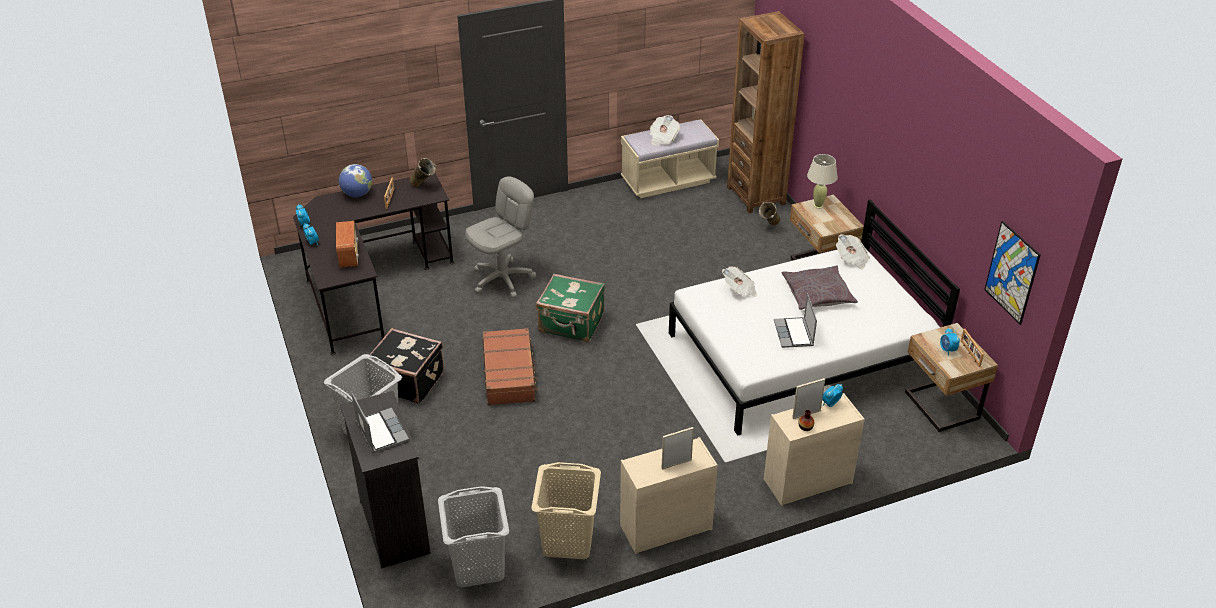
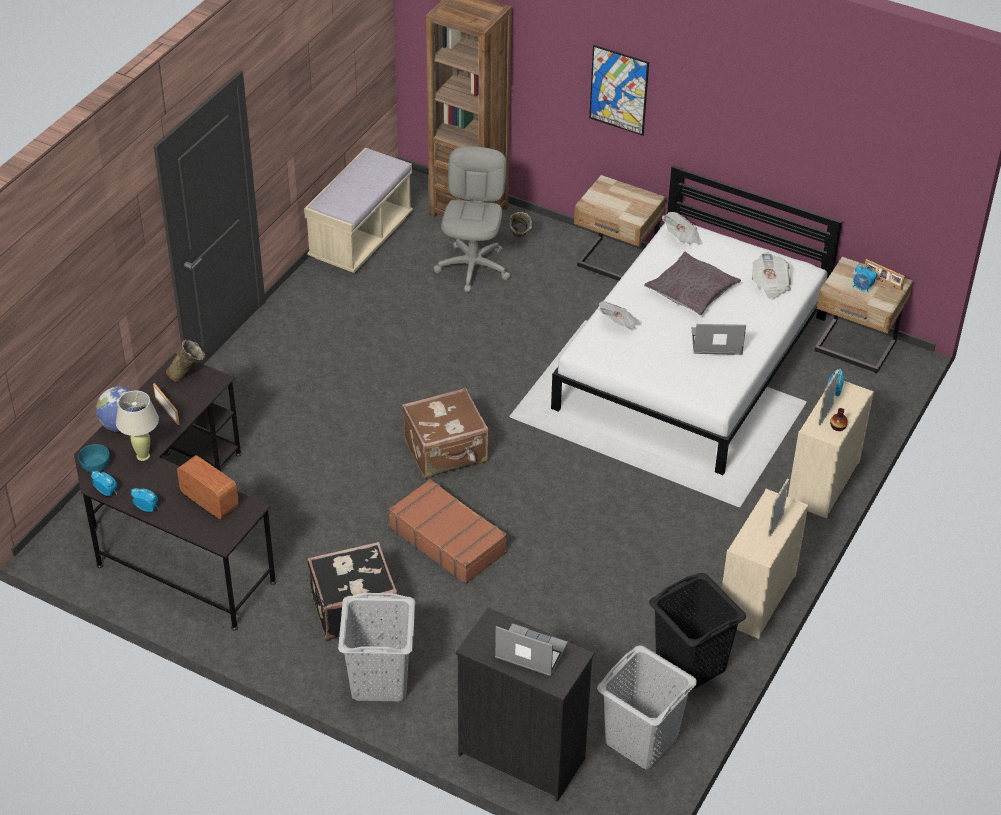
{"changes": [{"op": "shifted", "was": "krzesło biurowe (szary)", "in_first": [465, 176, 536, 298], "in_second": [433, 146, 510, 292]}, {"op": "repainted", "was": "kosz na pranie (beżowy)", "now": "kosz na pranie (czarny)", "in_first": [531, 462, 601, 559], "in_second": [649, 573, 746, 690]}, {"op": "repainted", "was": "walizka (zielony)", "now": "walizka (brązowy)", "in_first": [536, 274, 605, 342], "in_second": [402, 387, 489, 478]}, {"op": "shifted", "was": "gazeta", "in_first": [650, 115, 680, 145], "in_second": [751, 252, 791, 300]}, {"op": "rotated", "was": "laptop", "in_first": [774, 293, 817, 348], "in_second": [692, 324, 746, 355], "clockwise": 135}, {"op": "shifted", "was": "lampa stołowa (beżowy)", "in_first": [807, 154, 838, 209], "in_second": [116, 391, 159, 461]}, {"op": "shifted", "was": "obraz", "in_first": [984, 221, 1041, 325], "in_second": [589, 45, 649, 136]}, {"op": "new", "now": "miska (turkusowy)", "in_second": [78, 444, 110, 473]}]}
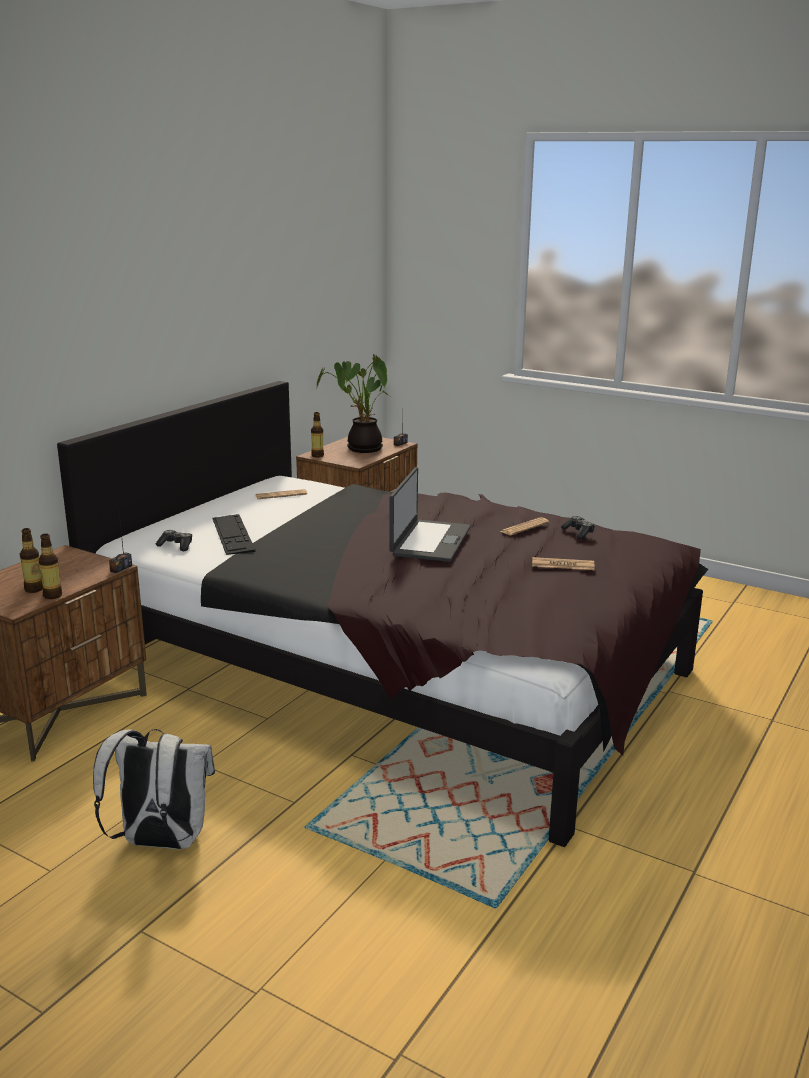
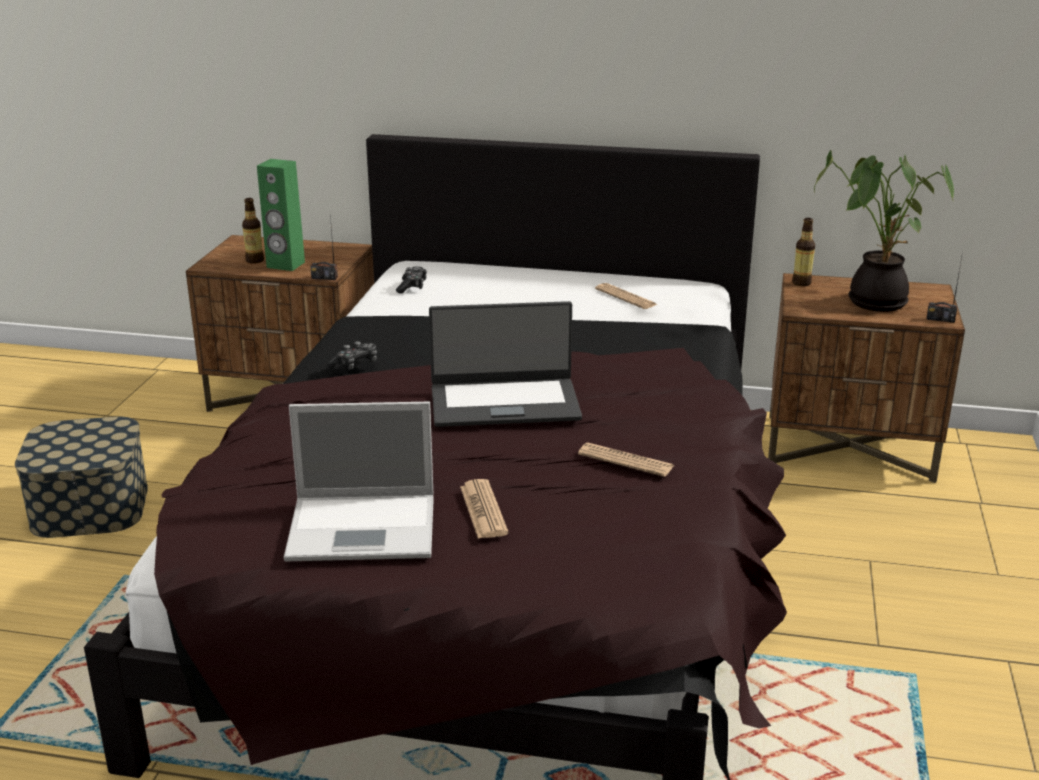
{"changes": [{"op": "gone", "was": "butelka", "in_first": [39, 534, 62, 599]}, {"op": "swapped", "was": "plecak (biały)", "now": "pojemnik do przechowywania", "in_first": [93, 729, 215, 849], "in_second": [15, 417, 148, 538]}, {"op": "gone", "was": "klawiatura", "in_first": [212, 514, 255, 555]}, {"op": "shifted", "was": "pad do gier", "in_first": [561, 516, 595, 539], "in_second": [327, 341, 377, 370]}, {"op": "new", "now": "głośnik (zielony)", "in_second": [257, 159, 305, 271]}, {"op": "new", "now": "laptop", "in_second": [284, 402, 433, 562]}]}
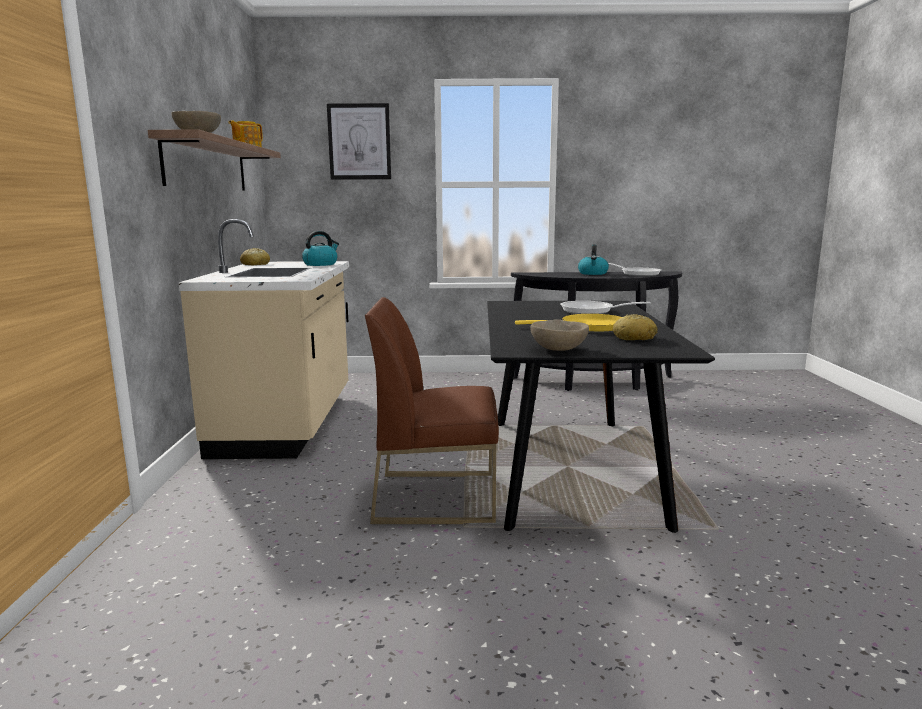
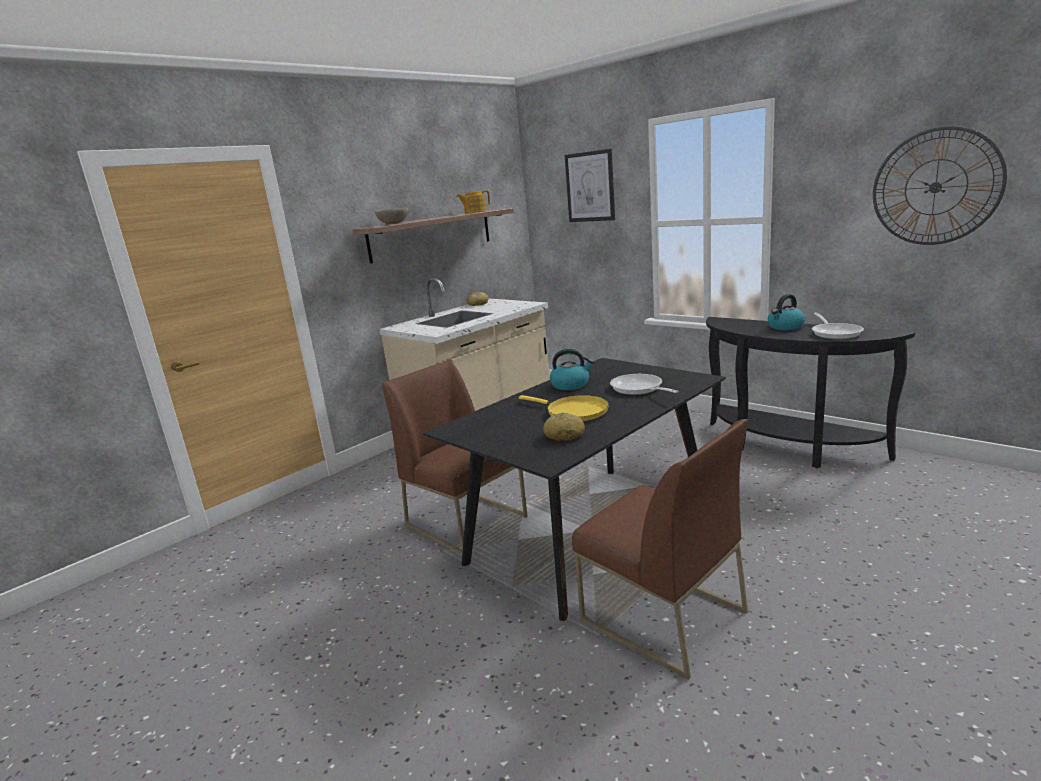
{"changes": [{"op": "shifted", "was": "czajnik", "in_first": [302, 231, 339, 266], "in_second": [550, 349, 594, 390]}, {"op": "gone", "was": "miska (beżowy)", "in_first": [530, 319, 589, 351]}, {"op": "new", "now": "krzesło (brązowy)", "in_second": [572, 419, 748, 680]}, {"op": "new", "now": "zegar ścienny", "in_second": [873, 126, 1007, 245]}]}
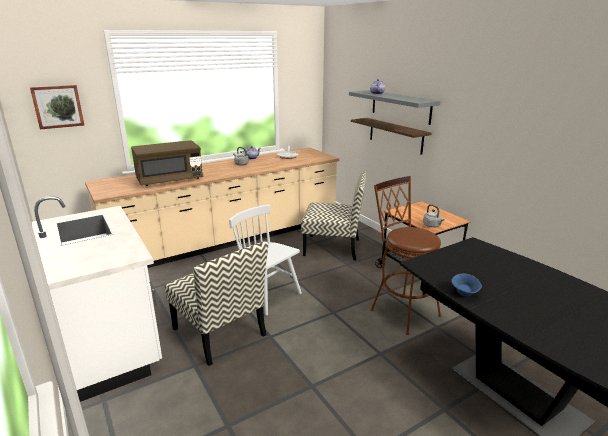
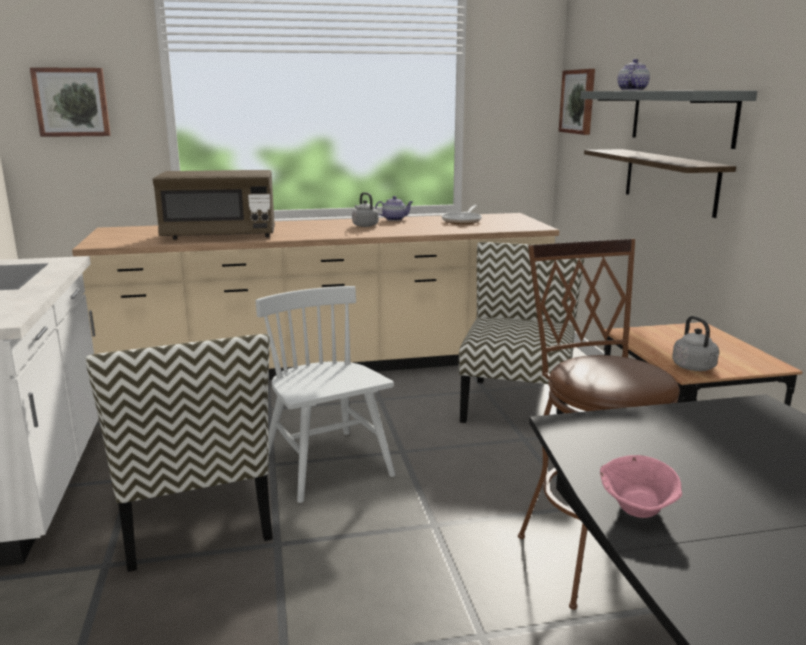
{"changes": [{"op": "rotated", "was": "krzesło", "in_first": [301, 171, 367, 260], "in_second": [459, 242, 584, 423], "clockwise": -105}, {"op": "repainted", "was": "miska (niebieski)", "now": "miska (różowy)", "in_first": [451, 273, 482, 296], "in_second": [600, 455, 682, 518]}, {"op": "new", "now": "obraz", "in_second": [559, 69, 595, 135]}]}
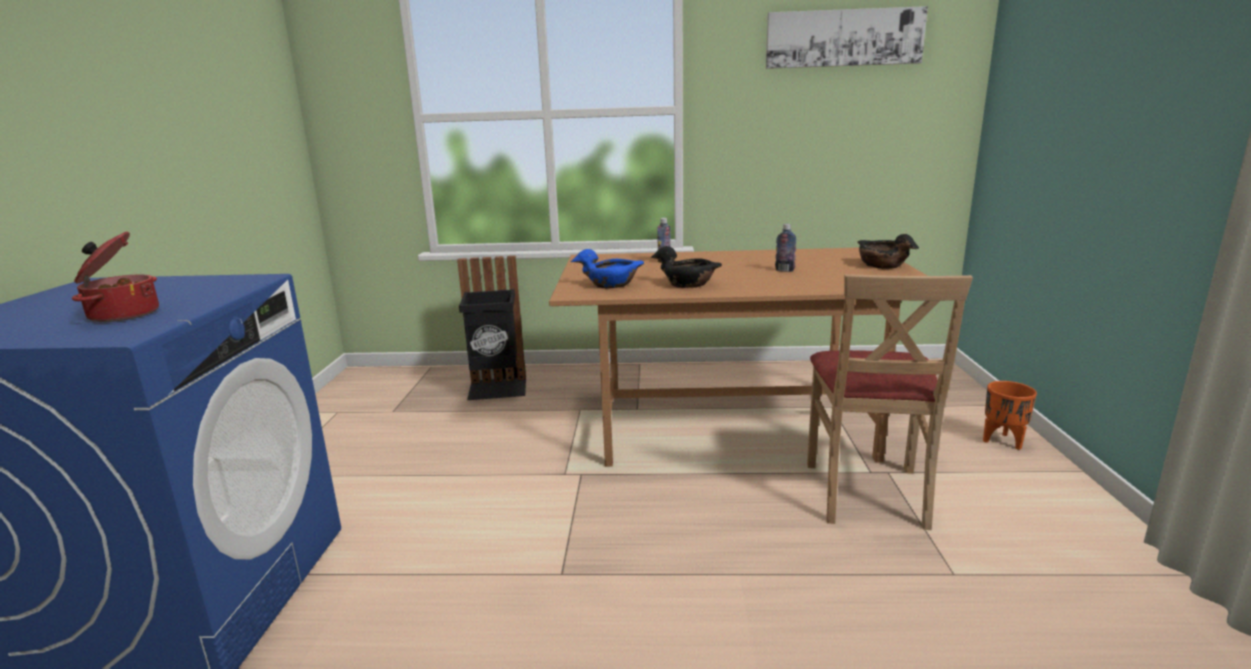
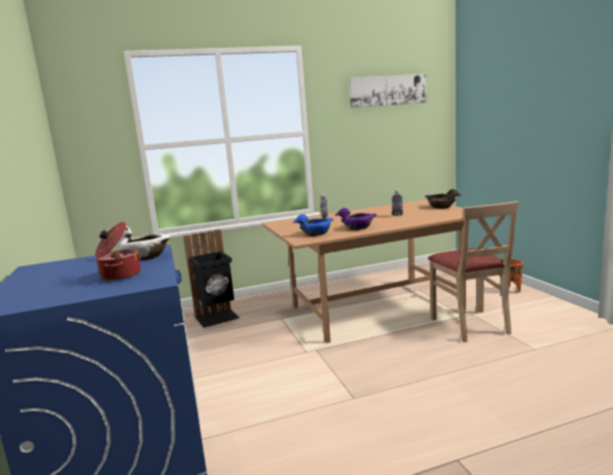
{"changes": [{"op": "repainted", "was": "miska (czarny)", "now": "miska (fioletowy)", "in_first": [651, 246, 722, 288], "in_second": [335, 208, 377, 230]}, {"op": "new", "now": "miska (biały)", "in_second": [119, 226, 172, 261]}]}
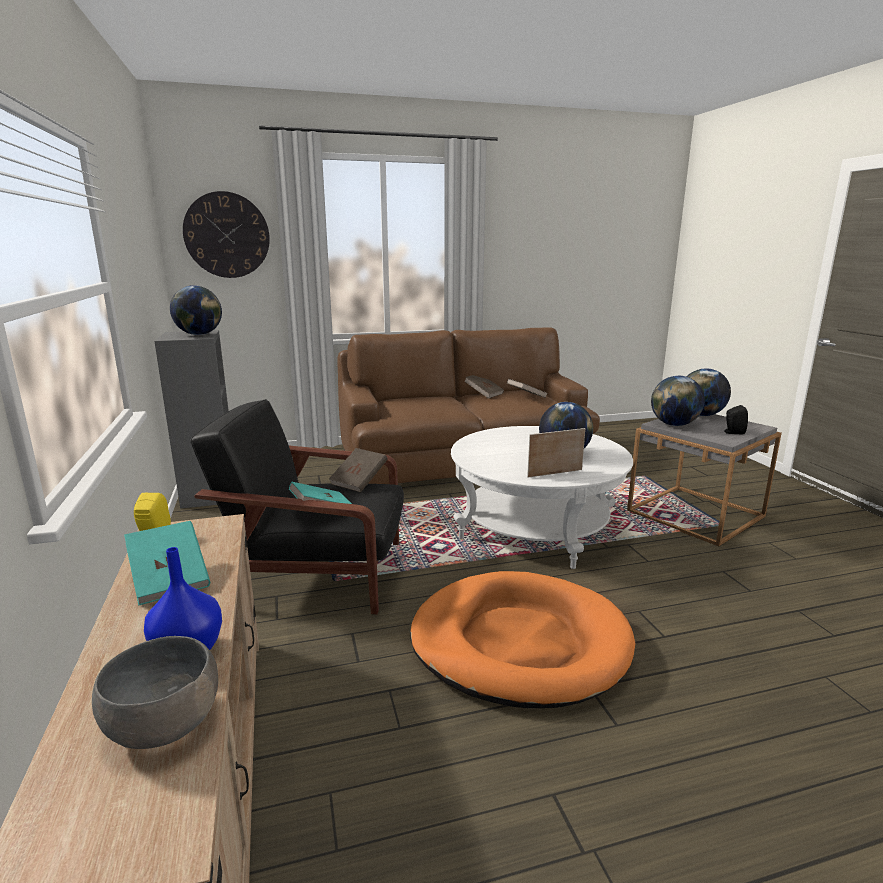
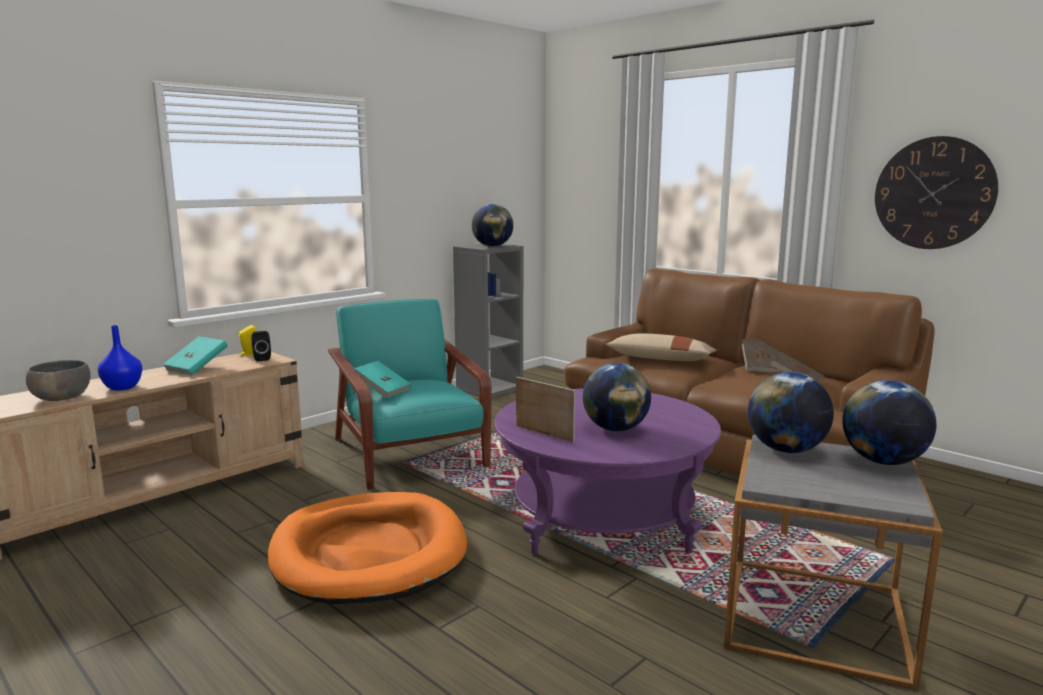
{"changes": [{"op": "shifted", "was": "zegar ścienny", "in_first": [183, 191, 270, 278], "in_second": [875, 136, 998, 249]}, {"op": "repainted", "was": "fotel (czarny)", "now": "fotel (turkusowy)", "in_first": [191, 399, 404, 614], "in_second": [328, 299, 492, 489]}, {"op": "gone", "was": "książka (brązowy)", "in_first": [329, 448, 387, 492]}, {"op": "repainted", "was": "ława (biały)", "now": "ława (fioletowy)", "in_first": [451, 426, 633, 569], "in_second": [495, 388, 721, 555]}, {"op": "shifted", "was": "głośnik (czarny)", "in_first": [724, 405, 748, 434], "in_second": [251, 331, 271, 361]}, {"op": "new", "now": "poduszka (beżowy)", "in_second": [606, 334, 717, 361]}]}
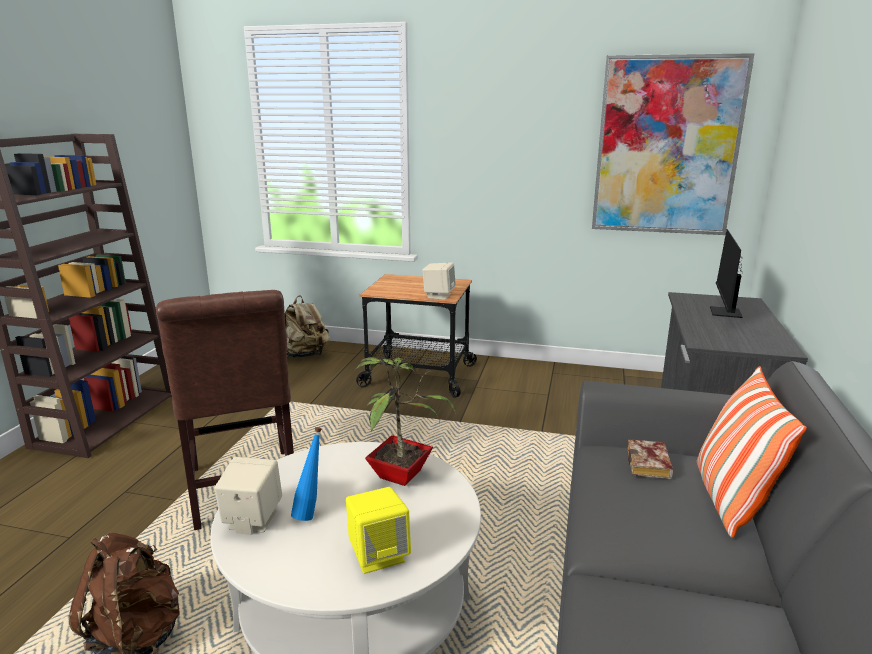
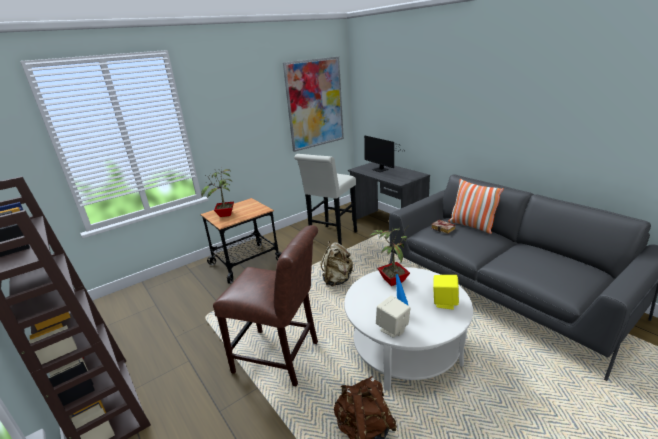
{"changes": [{"op": "shifted", "was": "plecak (beżowy)", "in_first": [285, 295, 330, 358], "in_second": [321, 241, 354, 287]}, {"op": "gone", "was": "głośnik (beżowy)", "in_first": [422, 263, 456, 300]}, {"op": "new", "now": "roślina doniczkowa", "in_second": [201, 167, 234, 217]}, {"op": "new", "now": "stołek (biały)", "in_second": [294, 154, 357, 245]}]}
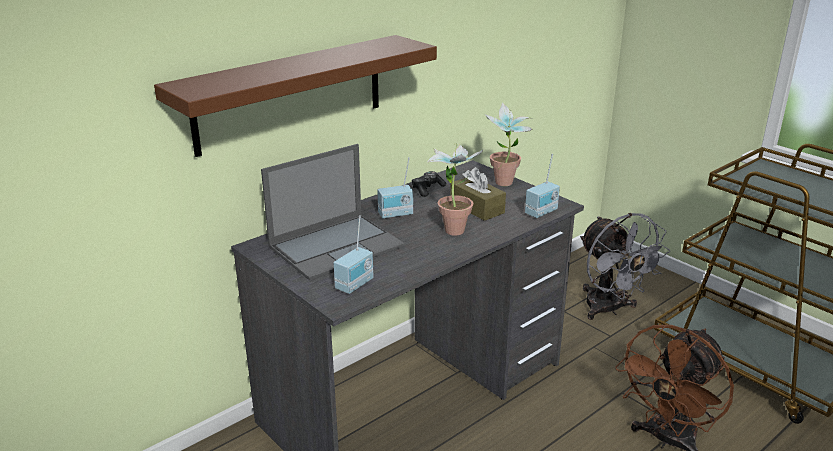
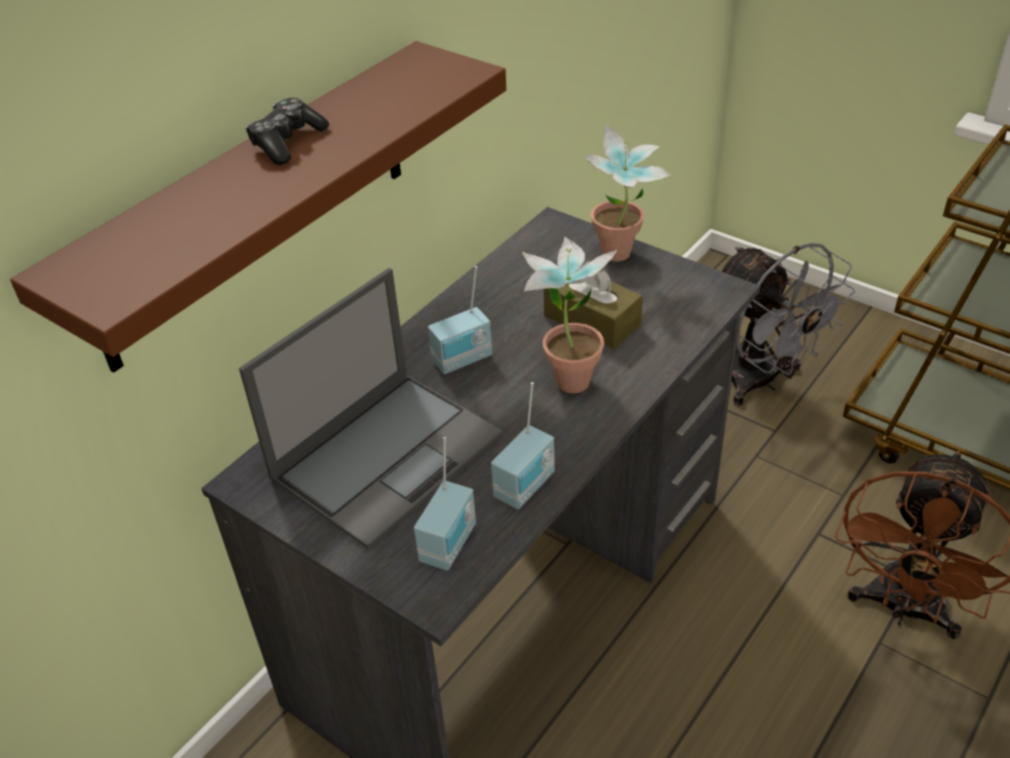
{"changes": [{"op": "shifted", "was": "pad do gier", "in_first": [411, 171, 447, 197], "in_second": [245, 98, 329, 165]}, {"op": "shifted", "was": "radio", "in_first": [525, 154, 560, 218], "in_second": [491, 382, 555, 510]}]}
